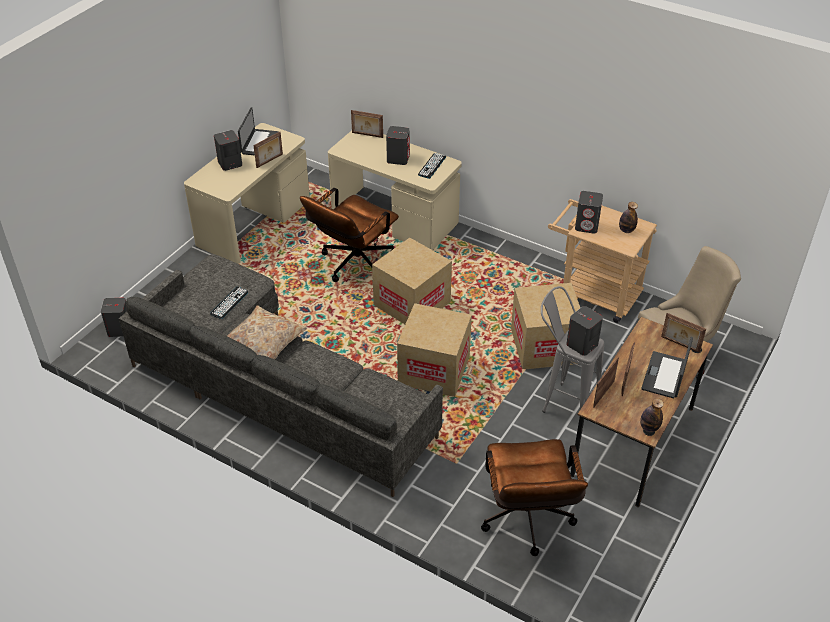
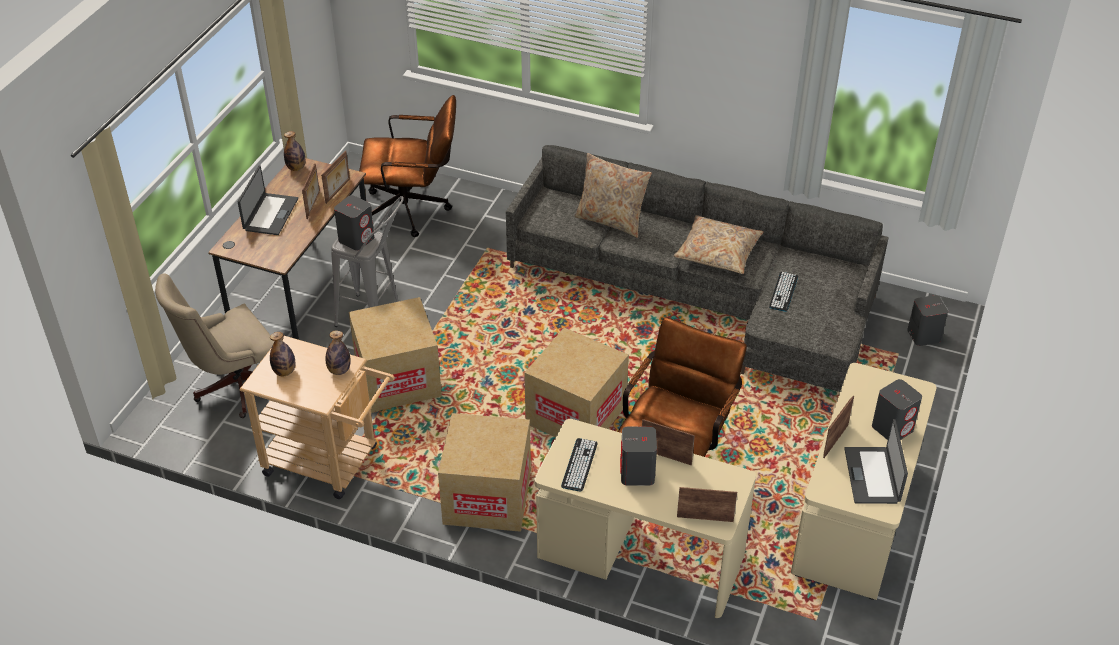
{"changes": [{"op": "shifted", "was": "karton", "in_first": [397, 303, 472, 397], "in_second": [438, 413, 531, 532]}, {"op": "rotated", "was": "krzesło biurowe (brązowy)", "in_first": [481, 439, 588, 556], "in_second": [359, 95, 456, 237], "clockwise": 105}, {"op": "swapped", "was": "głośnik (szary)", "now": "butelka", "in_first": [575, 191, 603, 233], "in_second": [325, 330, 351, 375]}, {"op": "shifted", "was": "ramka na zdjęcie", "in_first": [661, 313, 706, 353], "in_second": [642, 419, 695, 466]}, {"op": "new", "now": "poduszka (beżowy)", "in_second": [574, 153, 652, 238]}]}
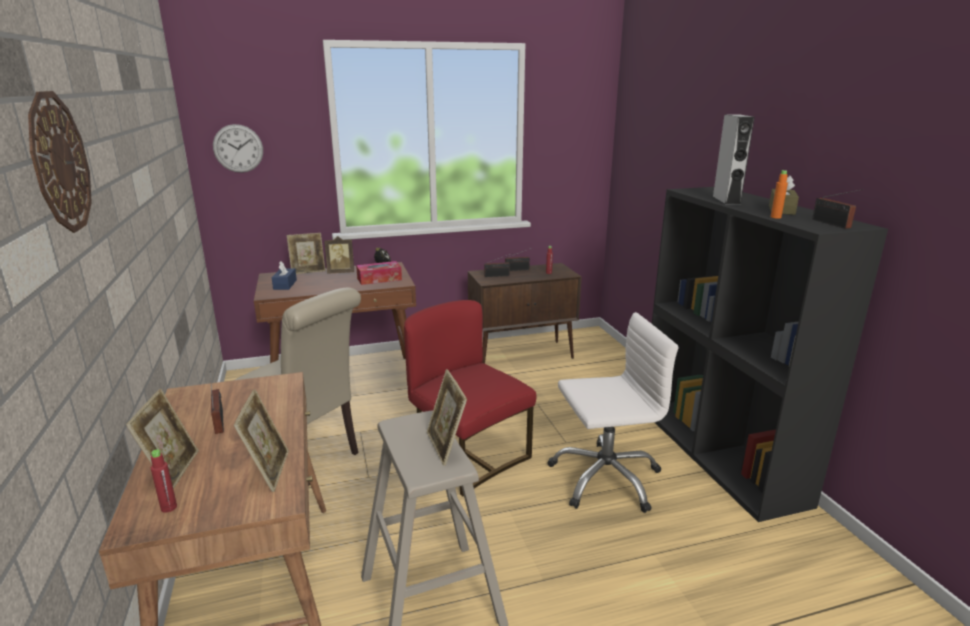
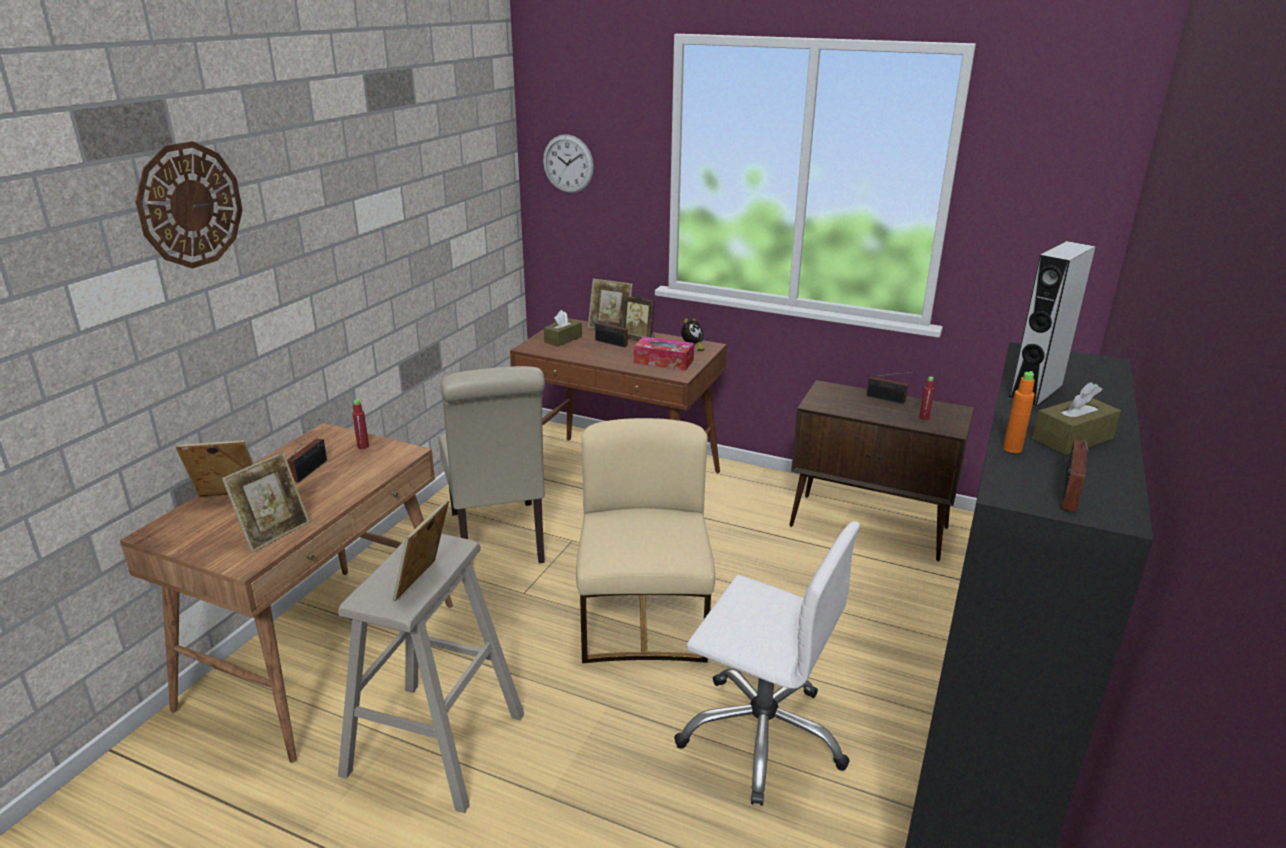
{"changes": [{"op": "rotated", "was": "ramka na zdjęcie", "in_first": [126, 389, 199, 489], "in_second": [175, 440, 253, 497], "clockwise": -135}, {"op": "shifted", "was": "butelka (czerwony)", "in_first": [151, 449, 177, 513], "in_second": [352, 400, 369, 449]}, {"op": "repainted", "was": "pudełko chusteczek (niebieski)", "now": "pudełko chusteczek (brązowy)", "in_first": [272, 261, 297, 290], "in_second": [544, 310, 582, 347]}, {"op": "repainted", "was": "krzesło (czerwony)", "now": "krzesło (beżowy)", "in_first": [404, 300, 536, 496], "in_second": [576, 418, 715, 663]}, {"op": "shifted", "was": "radio", "in_first": [484, 253, 513, 277], "in_second": [595, 317, 628, 347]}]}
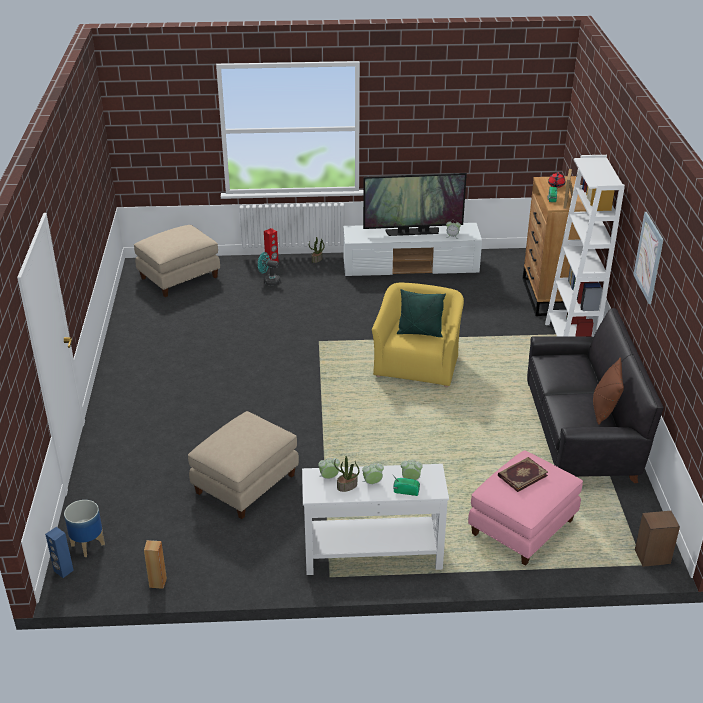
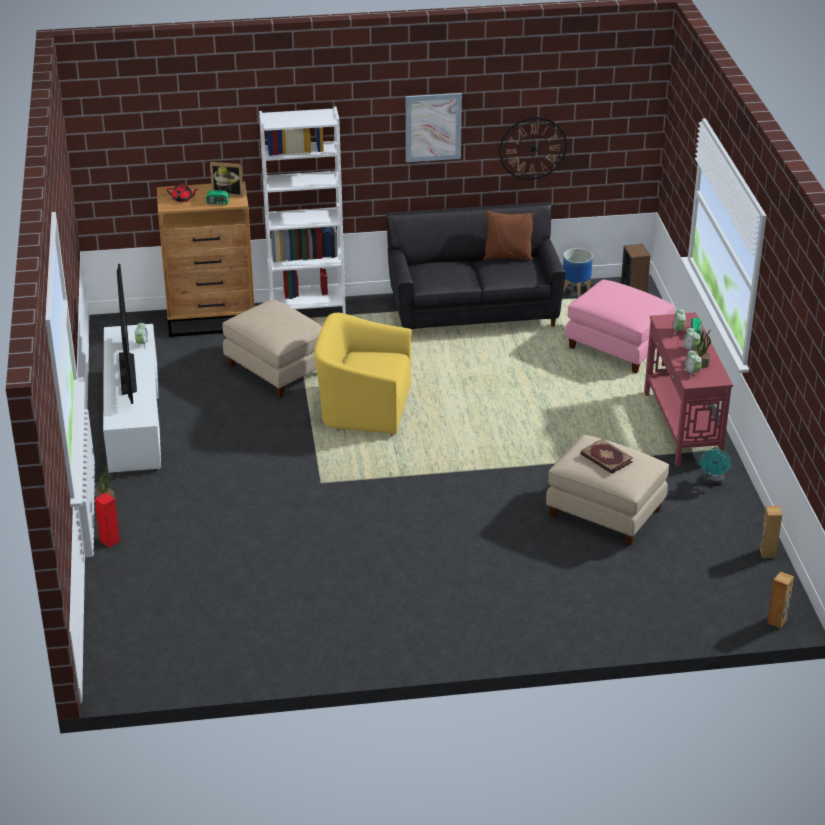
{"changes": [{"op": "repainted", "was": "głośnik (niebieski)", "now": "głośnik (brązowy)", "in_first": [45, 527, 74, 578], "in_second": [767, 571, 794, 629]}, {"op": "shifted", "was": "donica", "in_first": [64, 500, 105, 557], "in_second": [563, 248, 593, 297]}, {"op": "shifted", "was": "pufa (beżowy)", "in_first": [134, 225, 220, 297], "in_second": [222, 299, 322, 398]}, {"op": "shifted", "was": "wentylator (turkusowy)", "in_first": [258, 252, 280, 286], "in_second": [700, 447, 731, 486]}, {"op": "repainted", "was": "stolik konsolowy (biały)", "now": "stolik konsolowy (czerwony)", "in_first": [302, 464, 449, 575], "in_second": [644, 312, 733, 467]}, {"op": "gone", "was": "poduszka (zielony)", "in_first": [397, 289, 446, 337]}, {"op": "shifted", "was": "książka", "in_first": [498, 457, 548, 492], "in_second": [580, 439, 633, 474]}, {"op": "new", "now": "zegar ścienny", "in_second": [499, 117, 567, 180]}]}
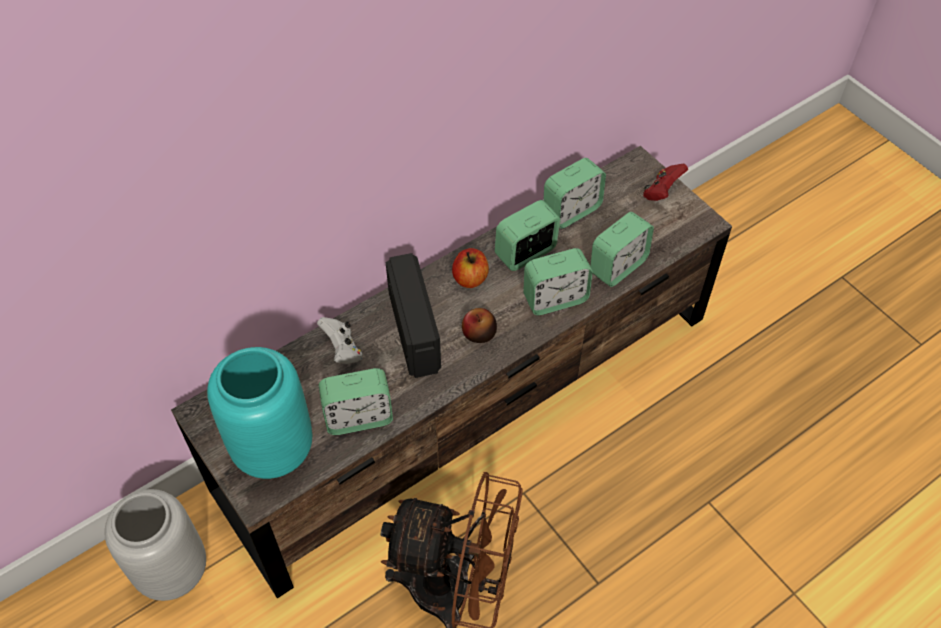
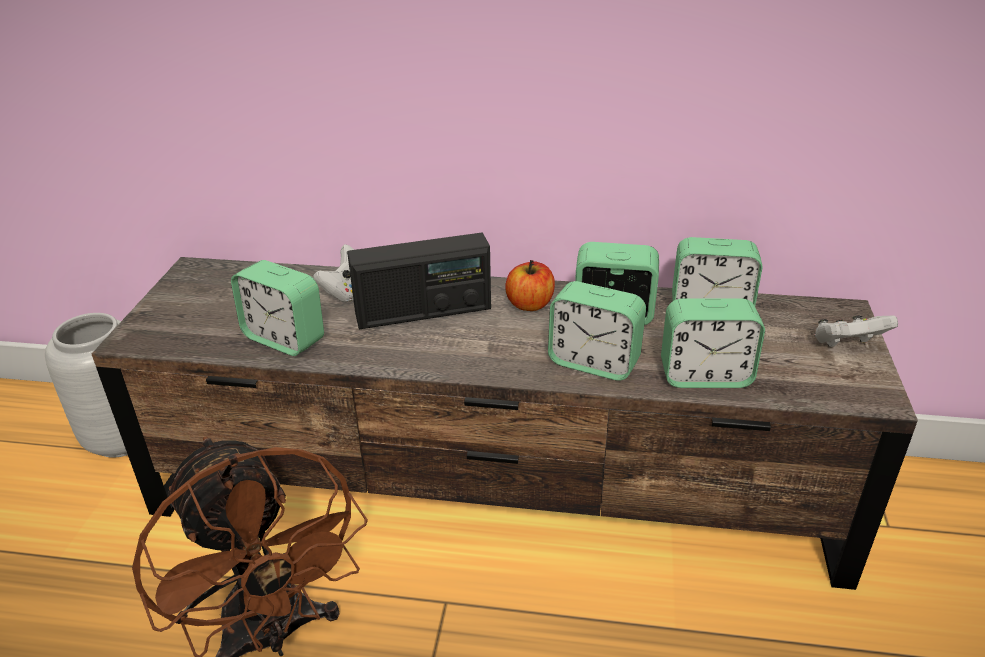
{"changes": [{"op": "gone", "was": "wazon (turkusowy)", "in_first": [207, 347, 312, 479]}, {"op": "rotated", "was": "radio", "in_first": [385, 253, 441, 378], "in_second": [347, 233, 491, 329], "clockwise": 45}, {"op": "gone", "was": "jabłko", "in_first": [462, 308, 497, 343]}, {"op": "repainted", "was": "pad do gier (czerwony)", "now": "pad do gier (biały)", "in_first": [643, 164, 688, 201], "in_second": [815, 316, 898, 347]}]}
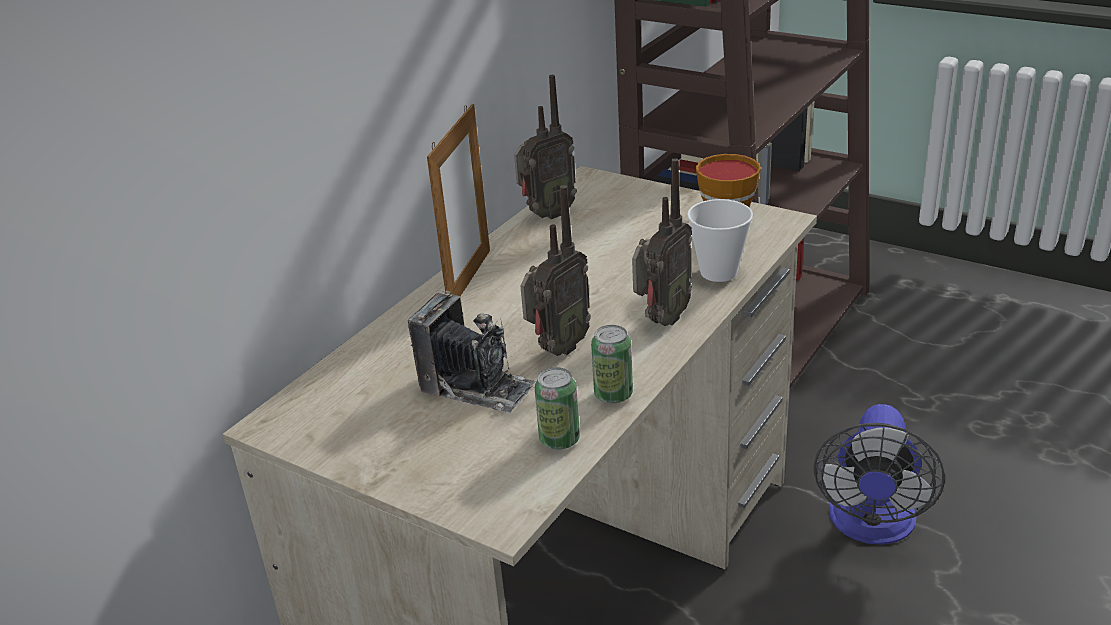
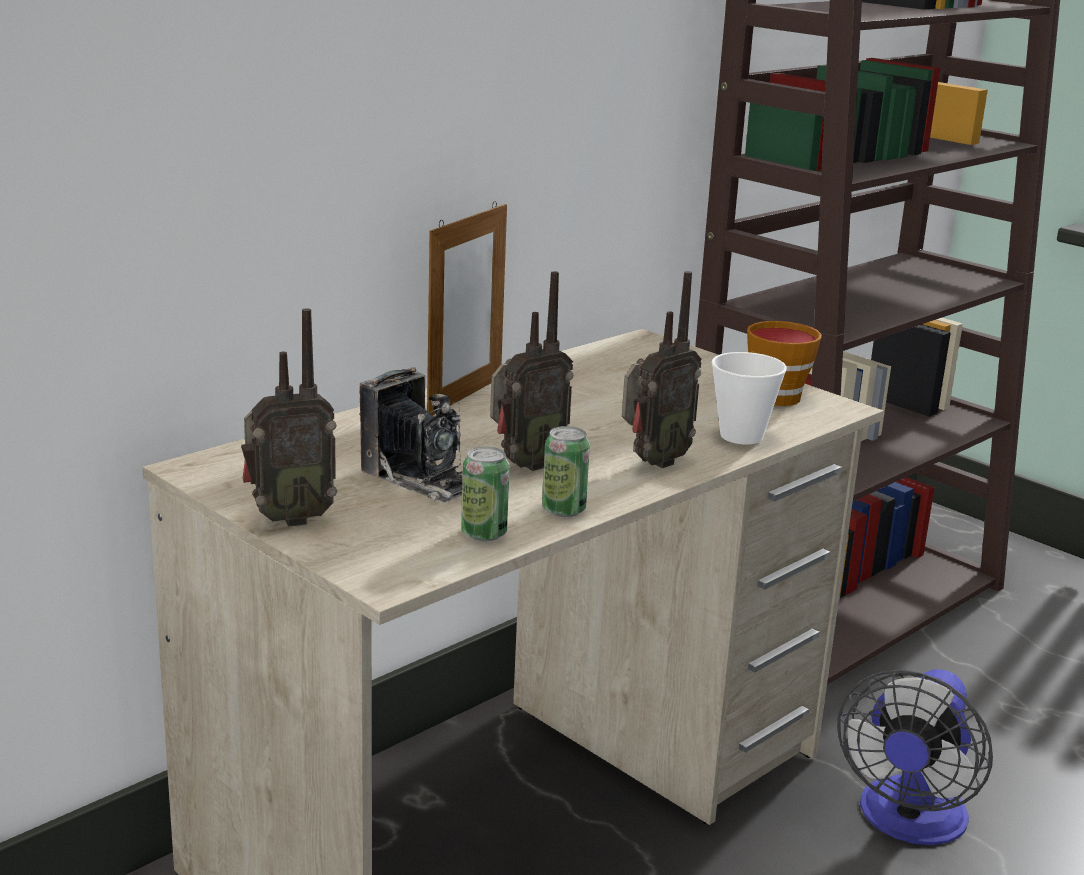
{"changes": [{"op": "shifted", "was": "radio", "in_first": [514, 75, 577, 219], "in_second": [241, 308, 337, 527]}]}
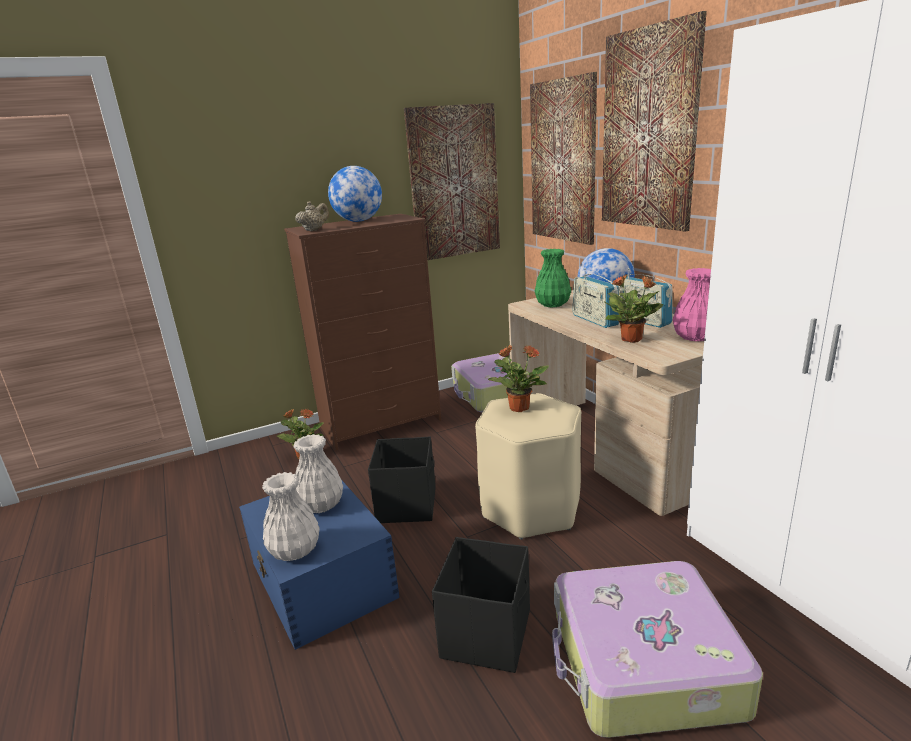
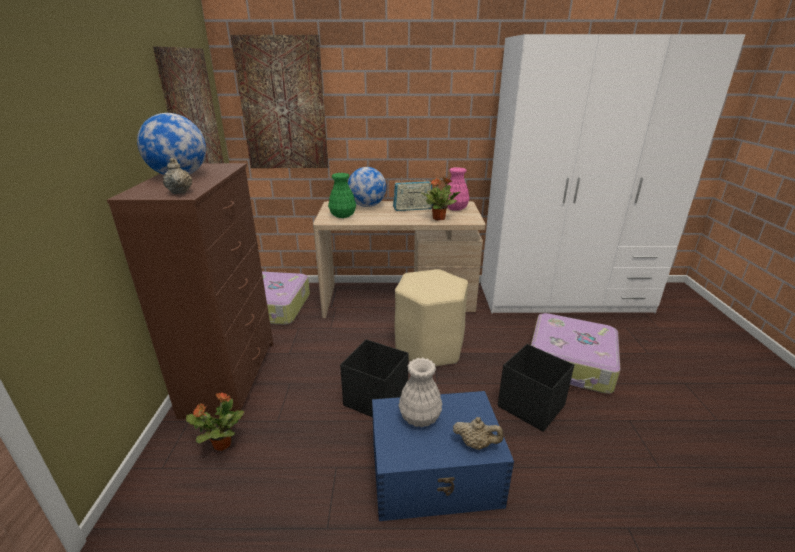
{"changes": [{"op": "swapped", "was": "wazon (biały)", "now": "imbryk (beżowy)", "in_first": [262, 472, 320, 561], "in_second": [453, 417, 504, 450]}, {"op": "gone", "was": "roślina doniczkowa", "in_first": [488, 345, 549, 412]}, {"op": "gone", "was": "radio", "in_first": [573, 268, 619, 328]}, {"op": "gone", "was": "obraz", "in_first": [602, 11, 707, 232]}]}
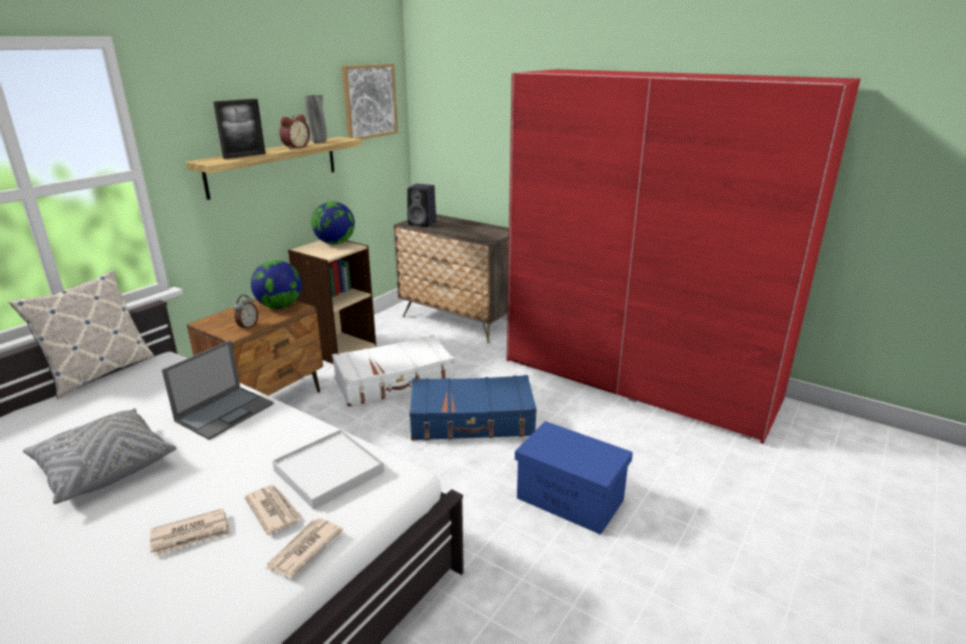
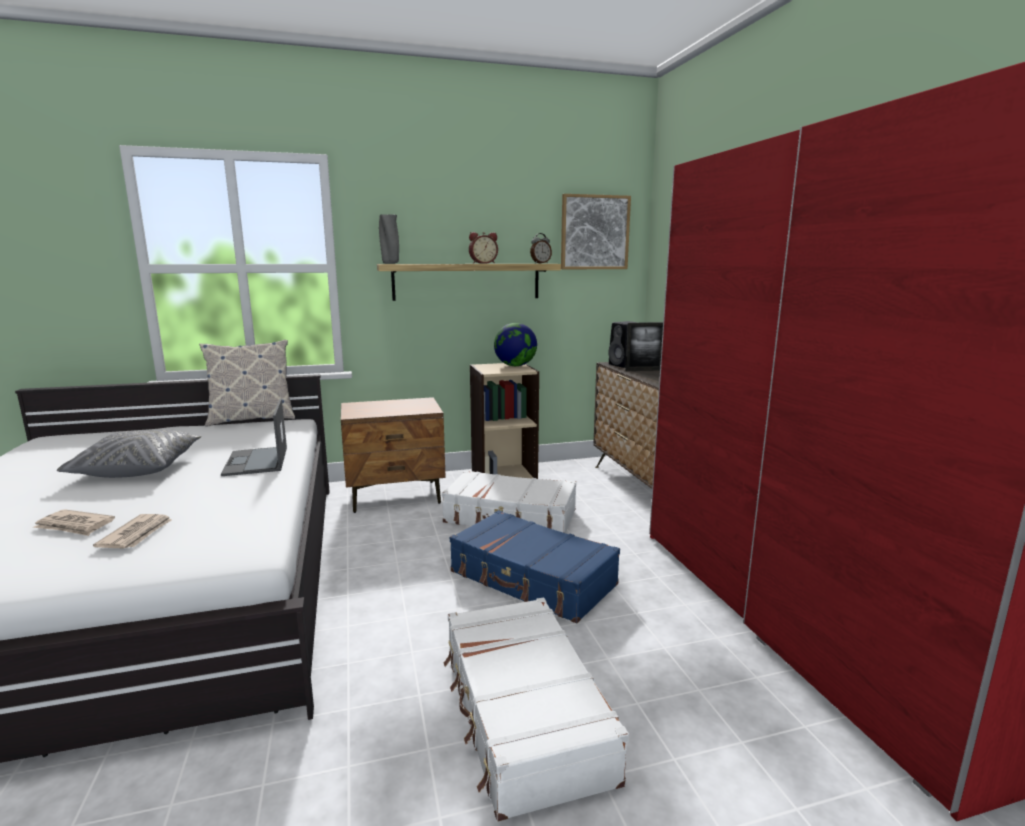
{"changes": [{"op": "rotated", "was": "laptop", "in_first": [162, 340, 274, 440], "in_second": [221, 399, 287, 476], "clockwise": 90}, {"op": "shifted", "was": "ramka na zdjęcie", "in_first": [213, 99, 266, 159], "in_second": [625, 322, 663, 371]}, {"op": "shifted", "was": "budzik", "in_first": [234, 295, 258, 331], "in_second": [530, 233, 552, 263]}, {"op": "gone", "was": "globus", "in_first": [251, 260, 302, 309]}, {"op": "gone", "was": "gazeta", "in_first": [265, 518, 343, 578]}, {"op": "gone", "was": "taca (biały)", "in_first": [272, 429, 384, 510]}, {"op": "shifted", "was": "wazon (szary)", "in_first": [305, 95, 327, 143], "in_second": [379, 214, 399, 264]}, {"op": "swapped", "was": "pojemnik do przechowywania (niebieski)", "now": "walizka (biały)", "in_first": [515, 421, 633, 535], "in_second": [444, 597, 629, 822]}]}
